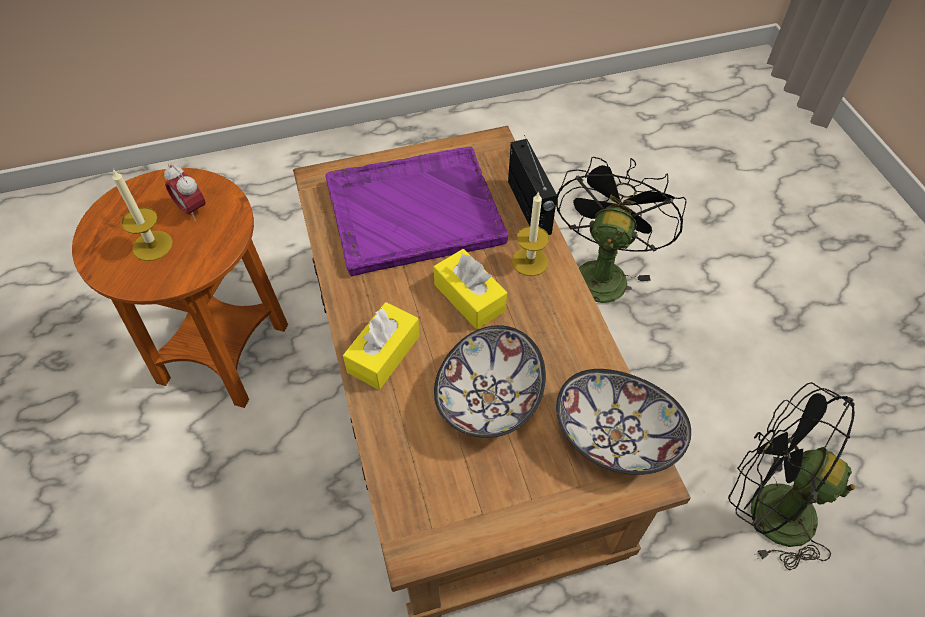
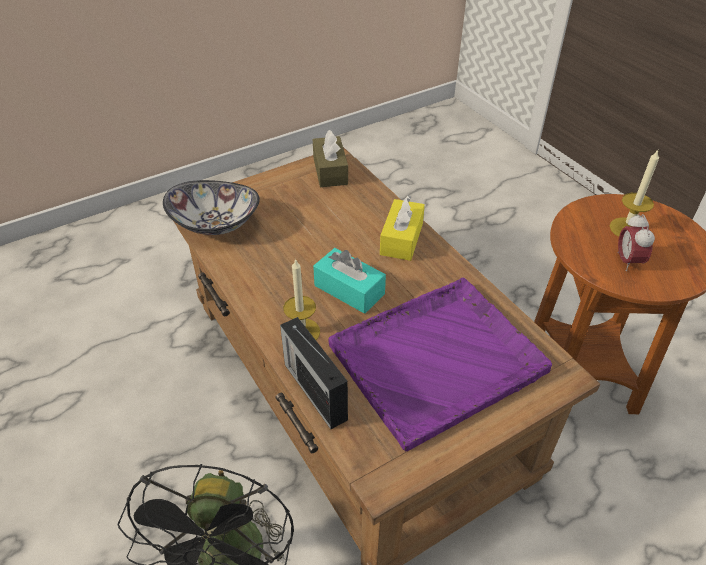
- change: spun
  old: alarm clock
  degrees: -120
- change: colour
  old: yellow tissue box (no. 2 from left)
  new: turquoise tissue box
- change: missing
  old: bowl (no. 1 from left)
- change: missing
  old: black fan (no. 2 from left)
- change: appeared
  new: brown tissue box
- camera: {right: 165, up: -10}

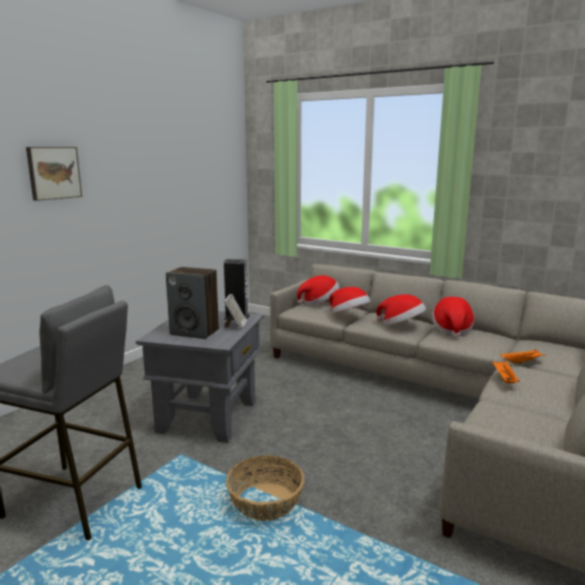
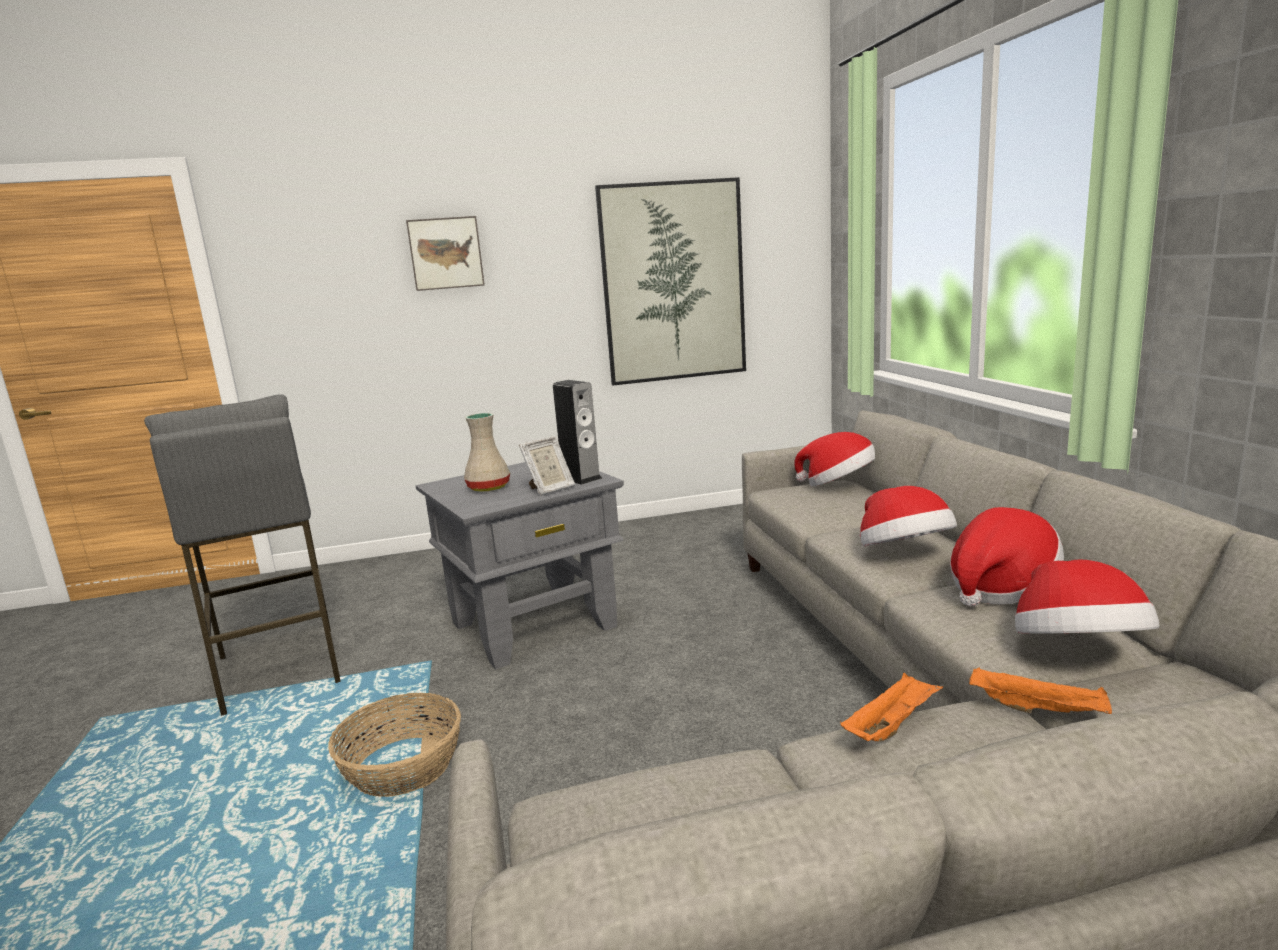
- change: exchanged
  old: speaker (no. 1 from left)
  new: beige vase
- change: relocated
  old: hat (no. 2 from left in the first image)
  new: hat (no. 4 from left)
- change: appeared
  new: picture (no. 2 from left)
- camera: {right: 45, up: 0}

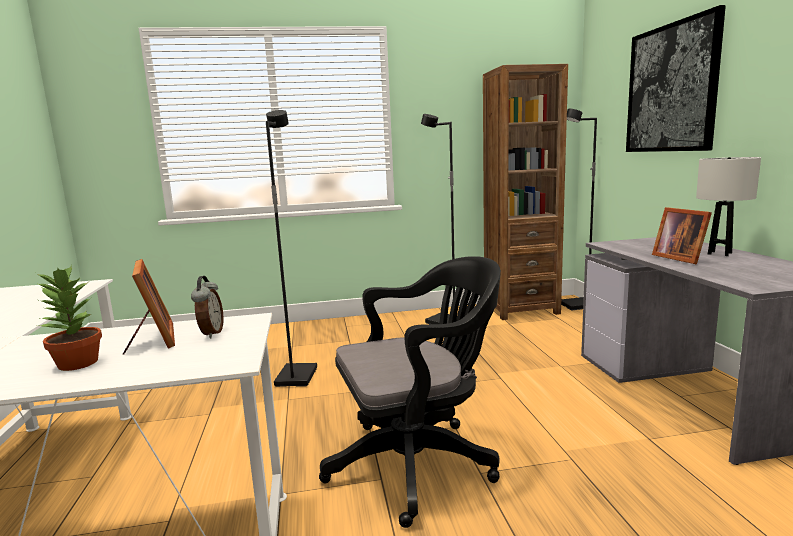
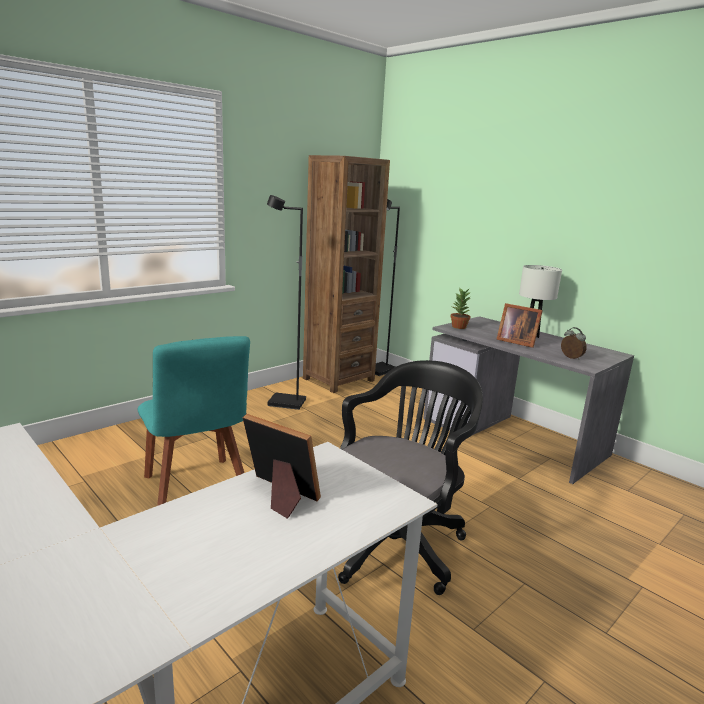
- change: relocated
  old: potted plant
- change: relocated
  old: alarm clock
- change: exchanged
  old: black floor lamp (no. 1 from left)
  new: turquoise chair
- change: missing
  old: picture
- camera: {right: -35, up: 5}

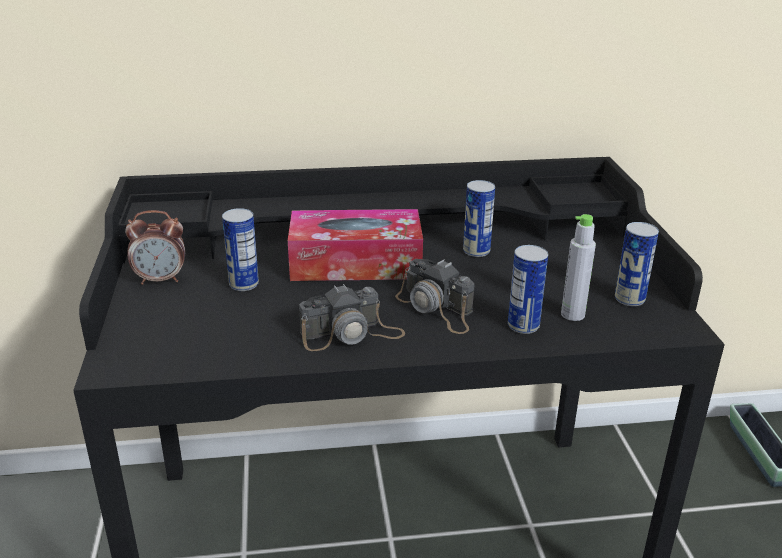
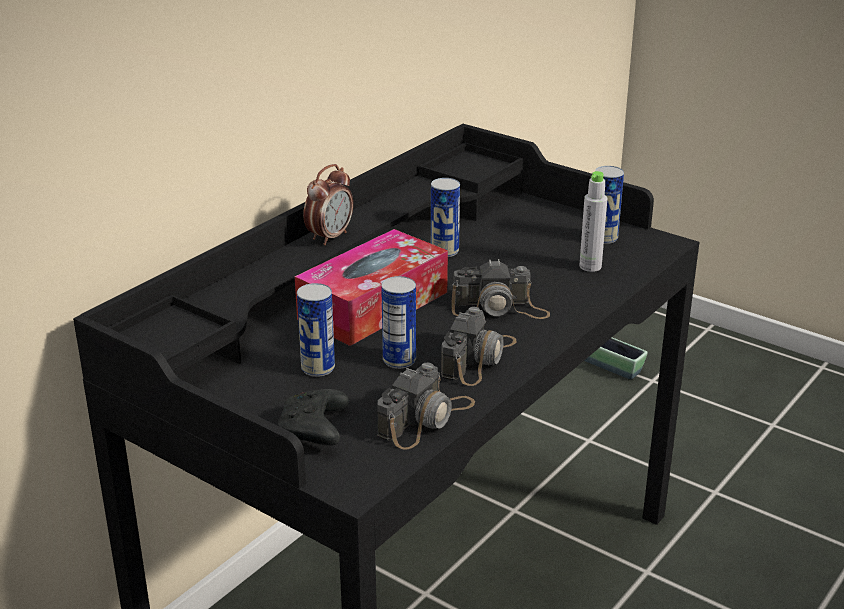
- change: relocated
  old: alarm clock
- change: relocated
  old: can (no. 3 from left in the first image)
  new: can (no. 2 from left)
- change: appeared
  new: black game controller
- change: appeared
  new: photo camera (no. 1 from left)
- camera: {right: -45, up: 0}

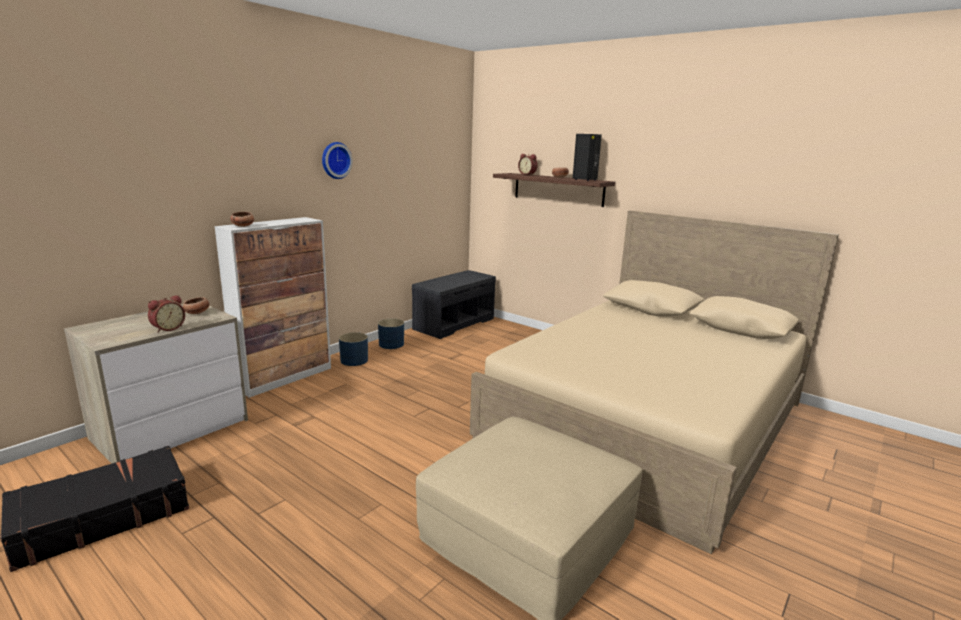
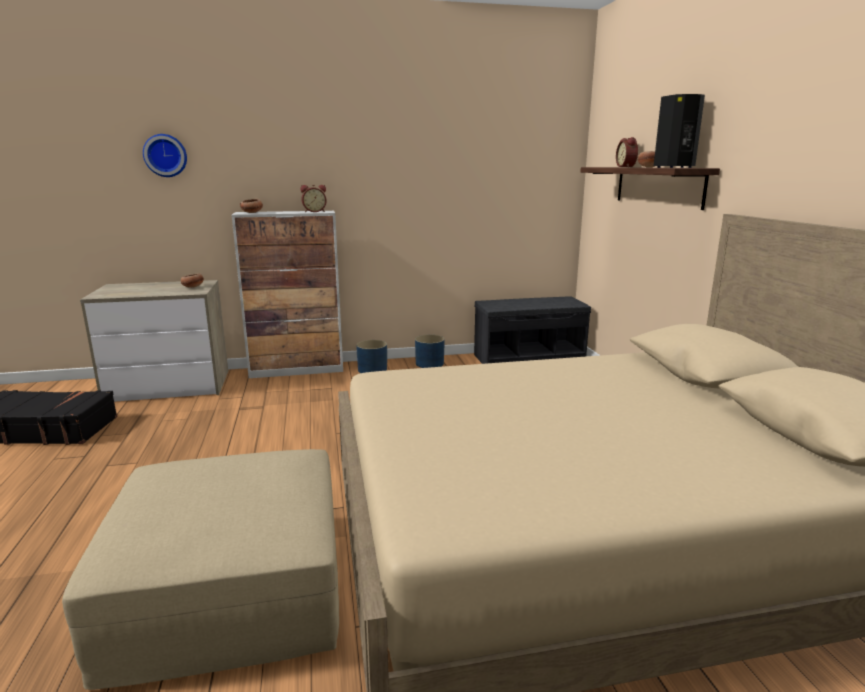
- change: relocated
  old: alarm clock (no. 1 from left)
- change: relocated
  old: wall clock
- camera: {right: 40, up: 0}

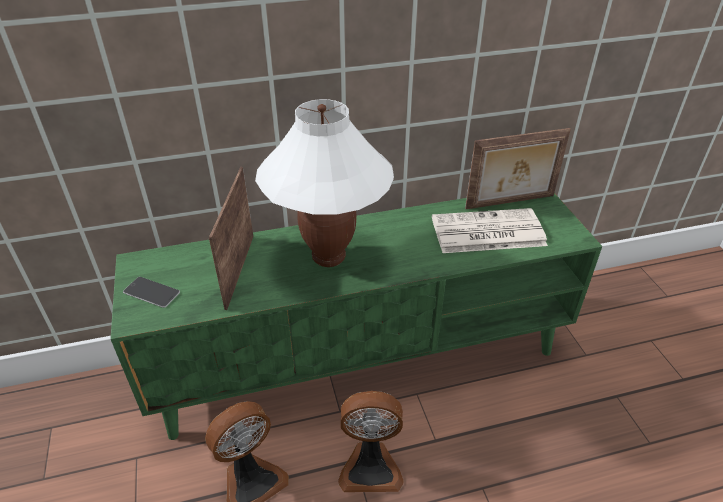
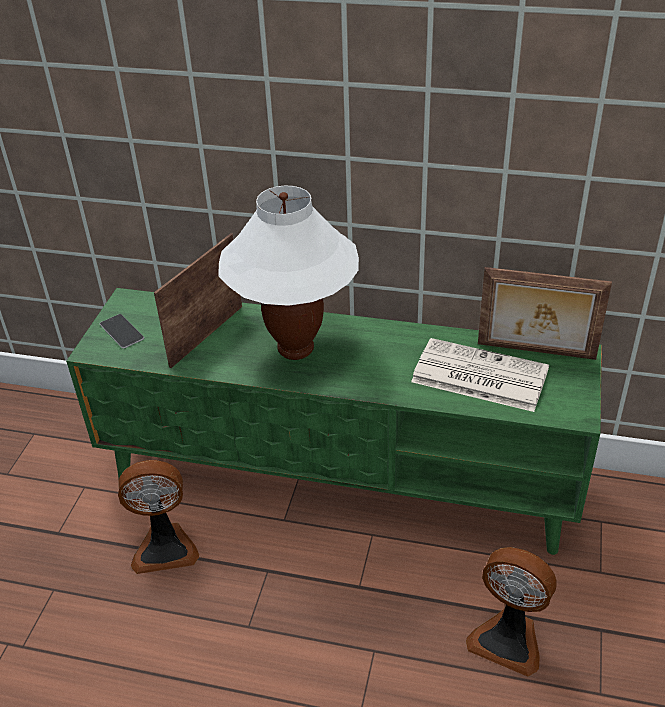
- change: relocated
  old: fan (no. 2 from left)
- camera: {right: 30, up: 0}

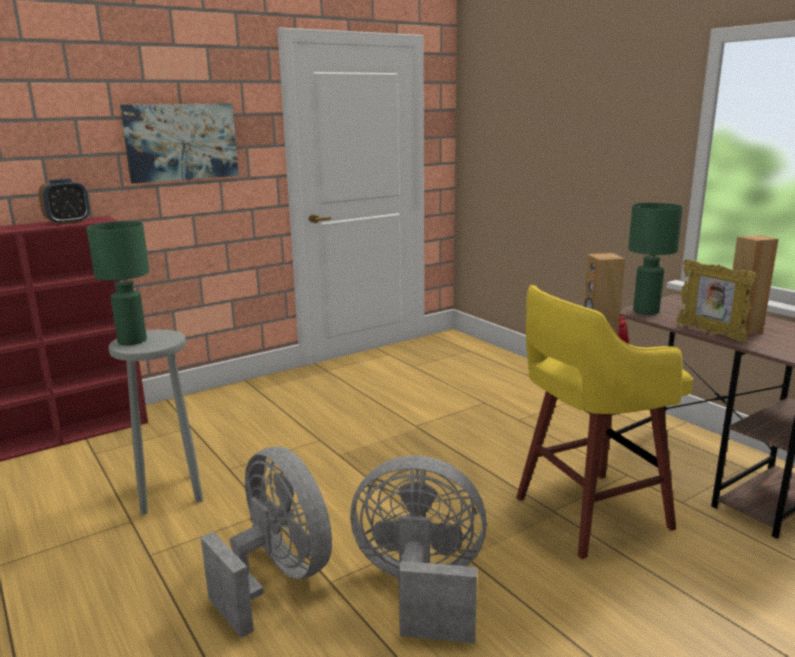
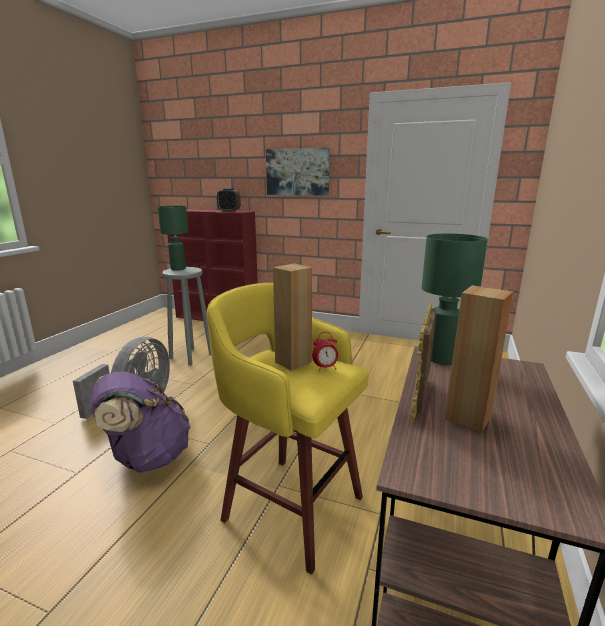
- change: exchanged
  old: grey fan (no. 2 from left)
  new: purple backpack
- camera: {right: 55, up: 0}

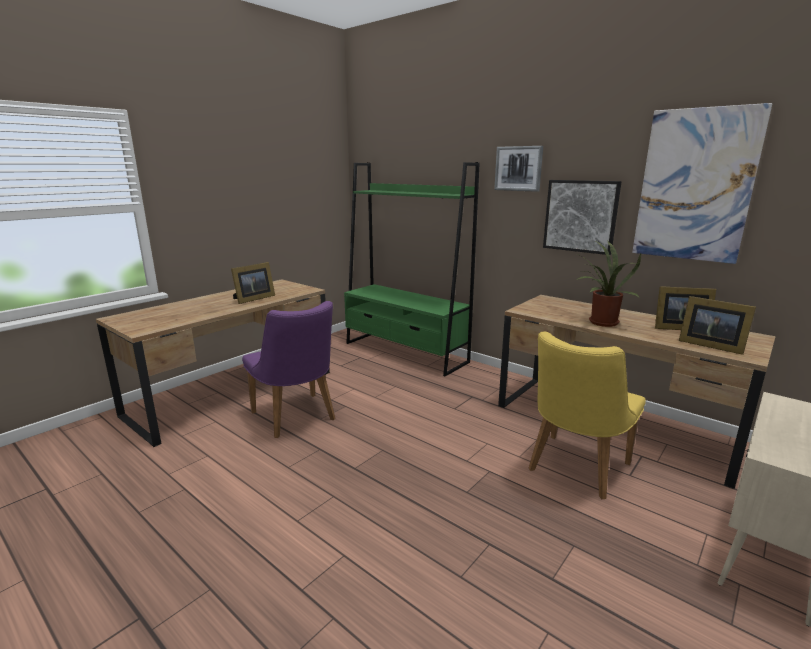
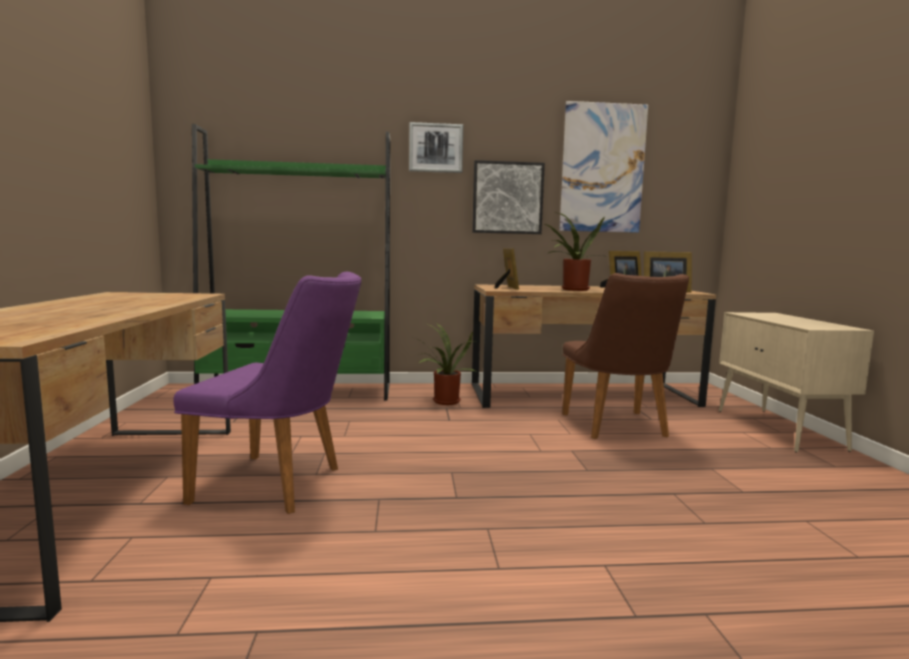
- change: relocated
  old: picture frame (no. 1 from left)
- change: colour
  old: yellow chair
  new: brown chair
- change: appeared
  new: potted plant (no. 1 from left)
- camera: {right: -45, up: -10}

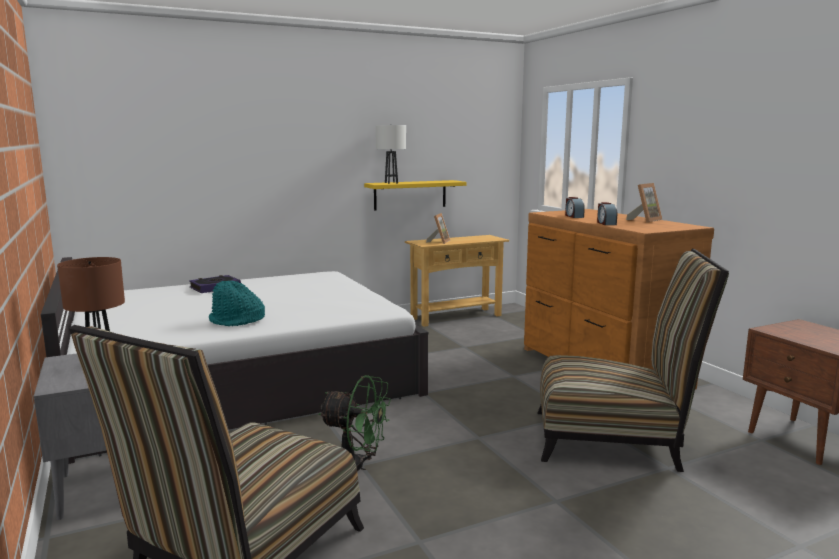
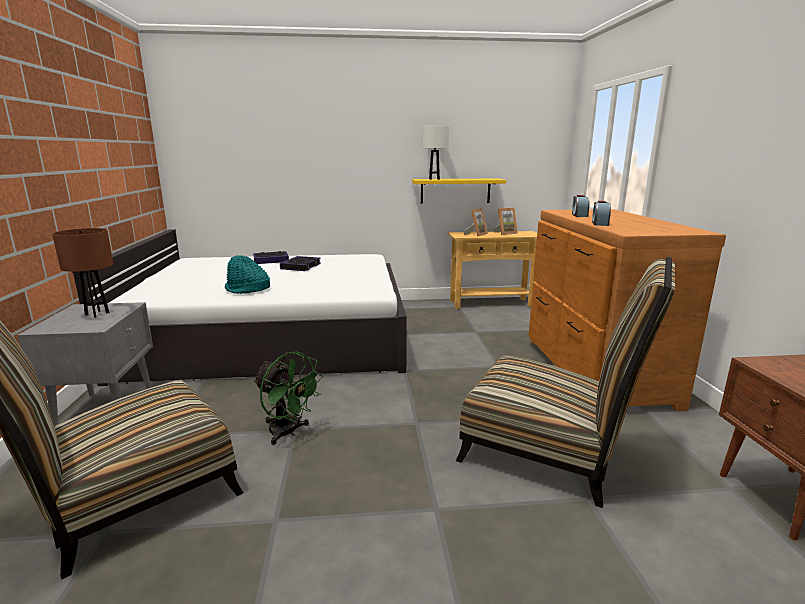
- change: relocated
  old: picture frame (no. 2 from left)
- change: appeared
  new: book (no. 2 from left)
- camera: {right: 20, up: 5}

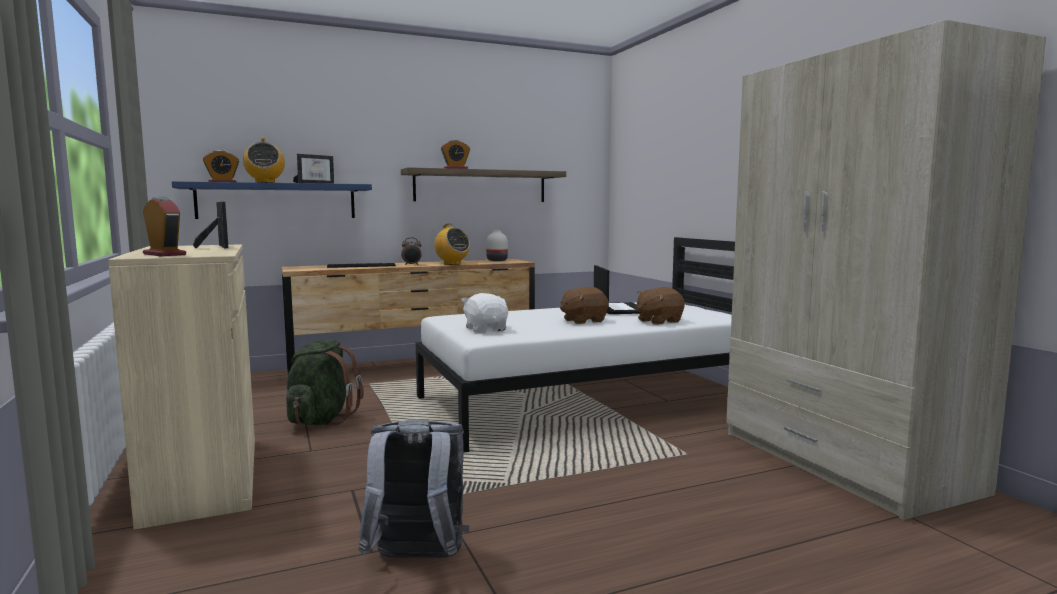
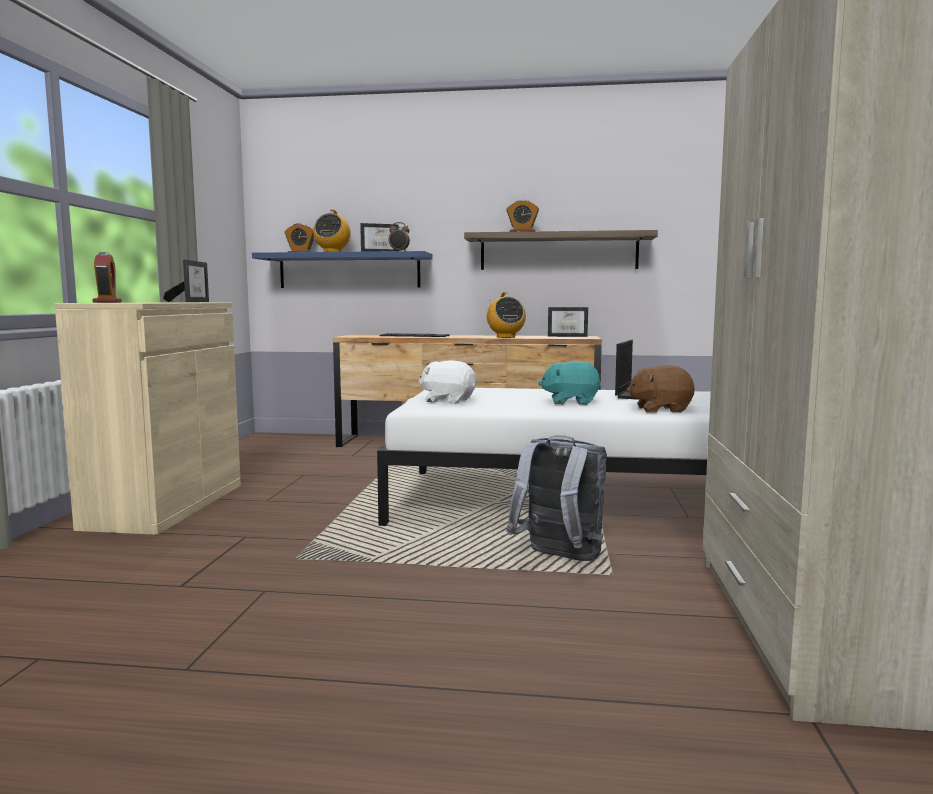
- change: missing
  old: green backpack
- change: relocated
  old: grey backpack
- change: relocated
  old: alarm clock (no. 3 from left)
- change: spun
  old: white plush toy
  degrees: -75
- change: exchanged
  old: white vase
  new: picture frame (no. 3 from left)
- change: colour
  old: brown plush toy (no. 1 from left)
  new: turquoise plush toy
- camera: {right: 30, up: 0}

